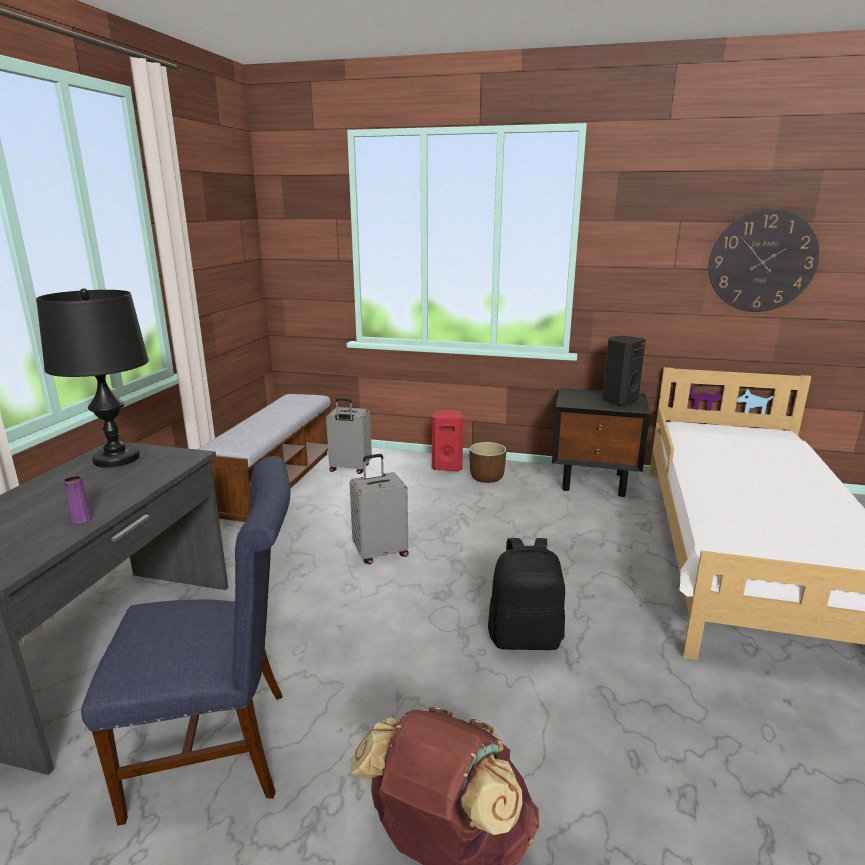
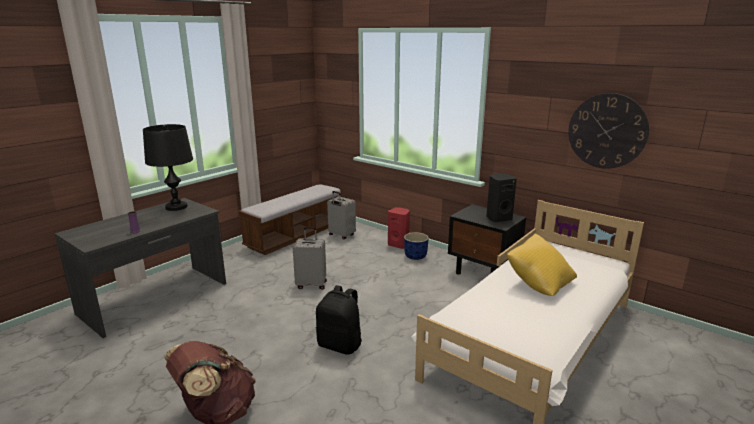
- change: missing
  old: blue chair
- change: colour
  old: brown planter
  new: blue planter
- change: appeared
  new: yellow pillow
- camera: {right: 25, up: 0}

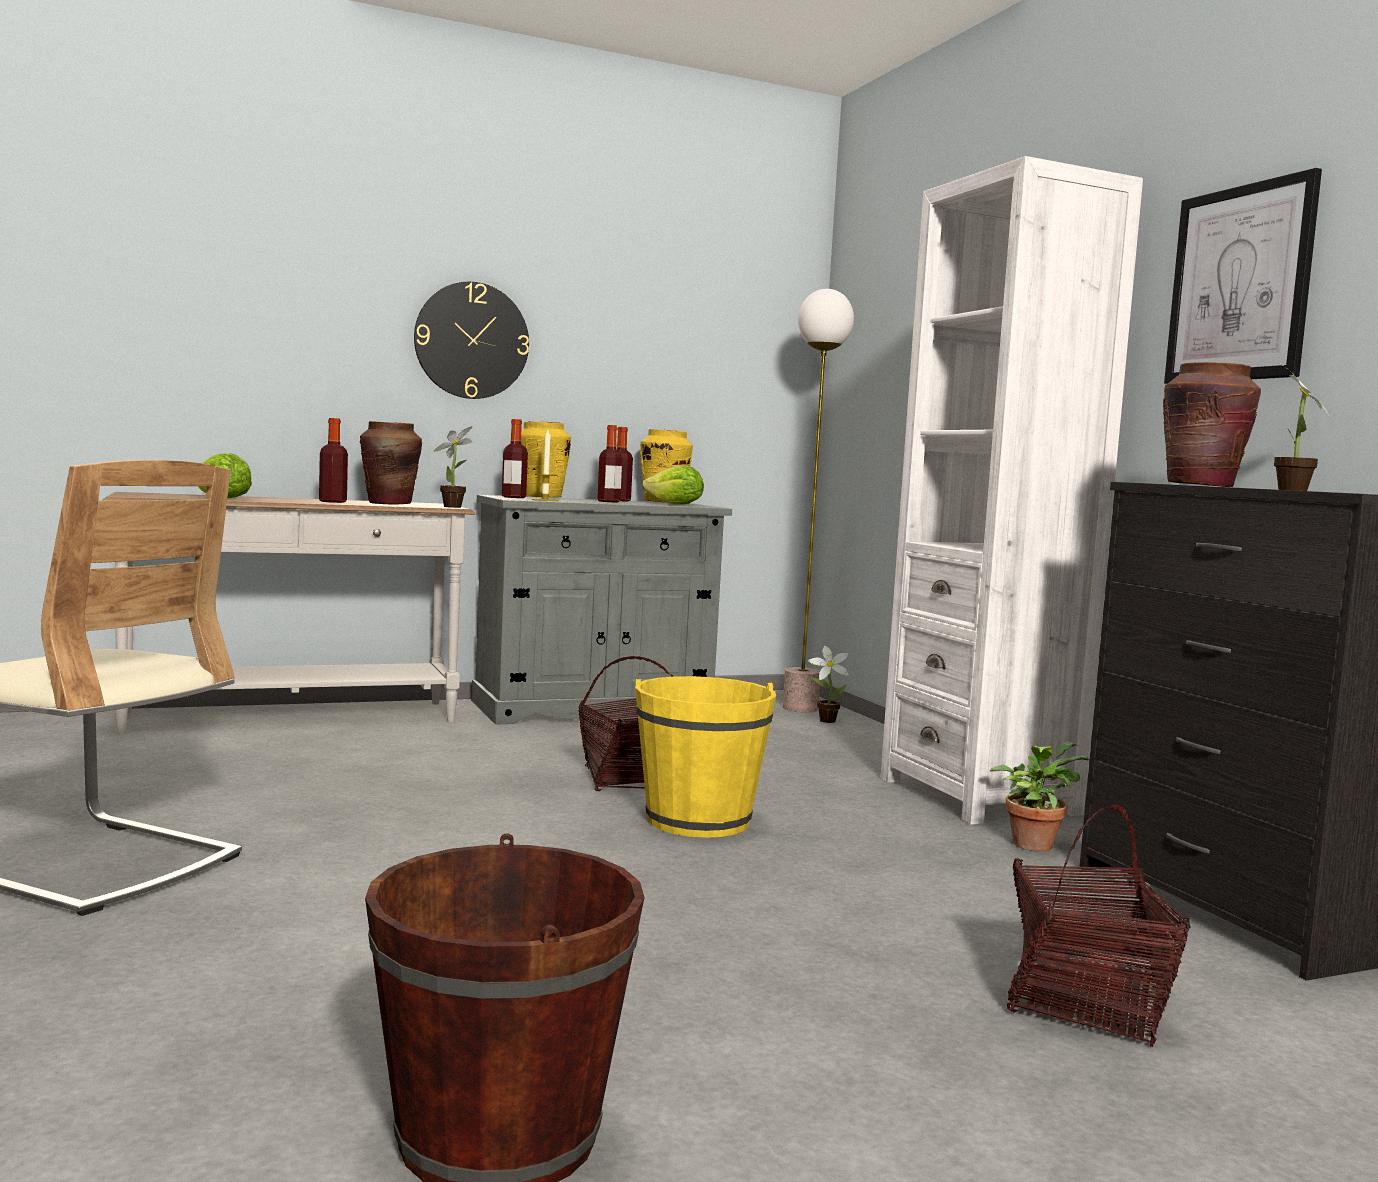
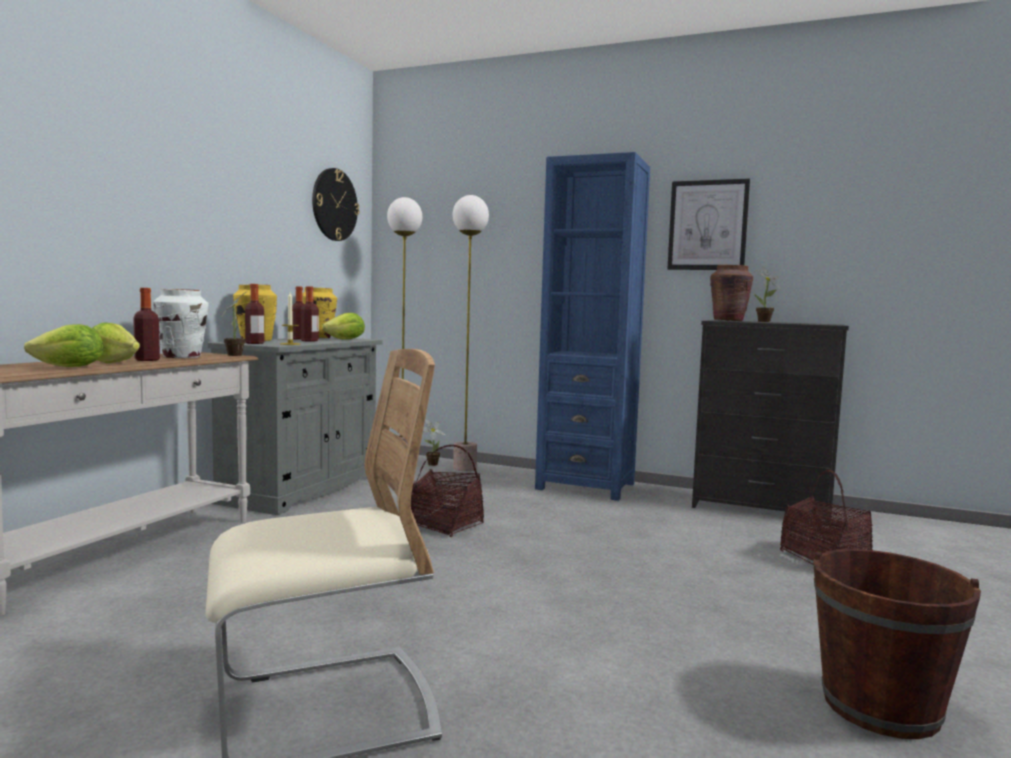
- change: colour
  old: brown vase (no. 1 from left)
  new: white vase
- change: relocated
  old: wall clock
- change: missing
  old: yellow bucket
- change: colour
  old: white bookcase
  new: blue bookcase
- change: missing
  old: potted plant (no. 3 from left)
- change: appeared
  new: lettuce (no. 2 from left)
- change: appeared
  new: floor lamp (no. 2 from left)
- camera: {right: -45, up: 0}

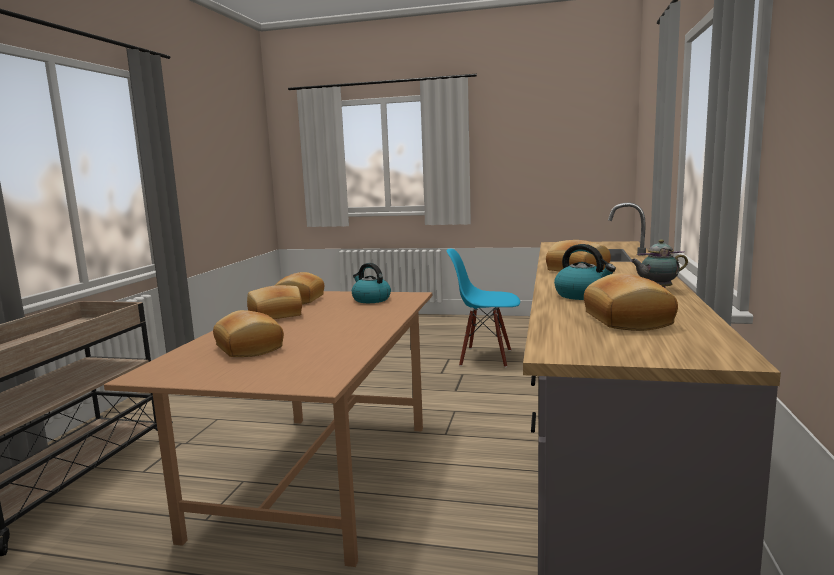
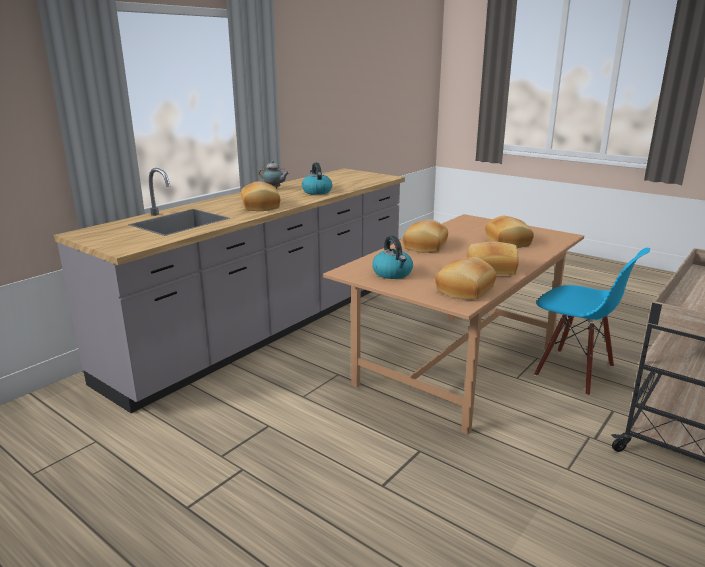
- change: relocated
  old: blue chair
- change: relocated
  old: bread (no. 5 from left in the first image)
  new: bread (no. 2 from left)
- camera: {right: -155, up: 10}

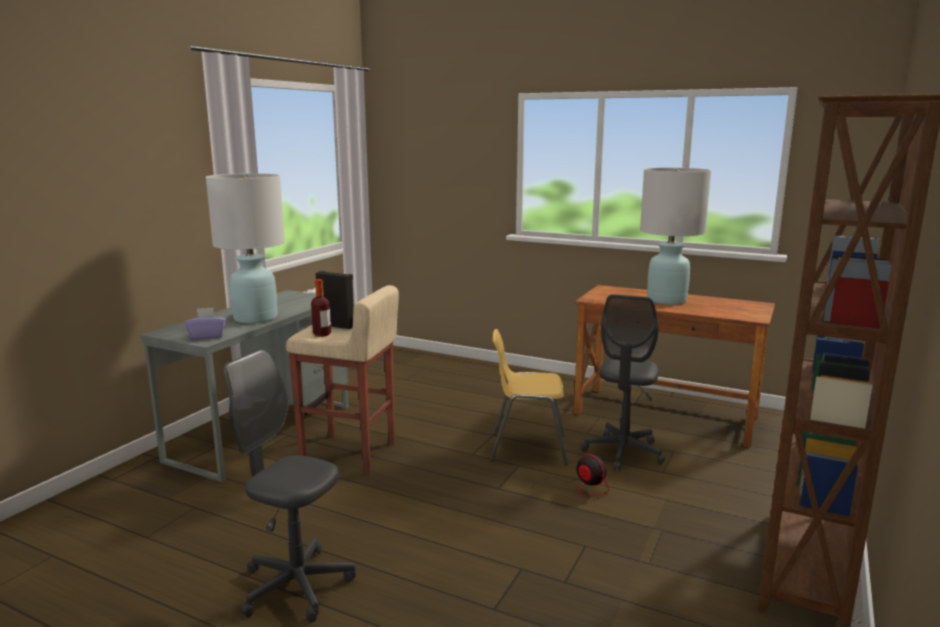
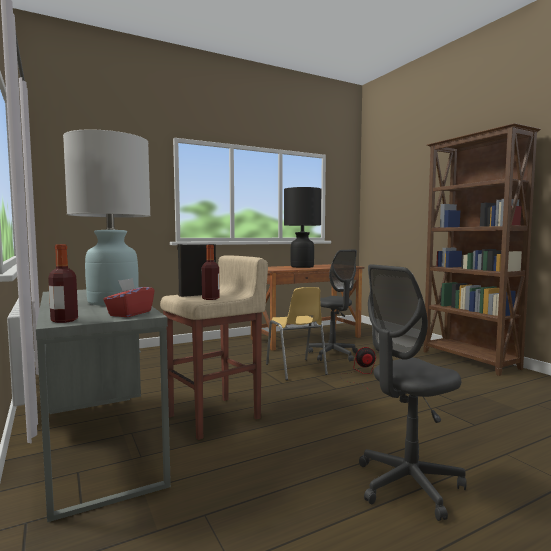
- change: colour
  old: purple tissue box
  new: red tissue box
- change: spun
  old: yellow chair
  degrees: -60
- change: colour
  old: white table lamp (no. 2 from left)
  new: black table lamp
- change: appeared
  new: bottle (no. 1 from left)
- camera: {right: -55, up: -10}

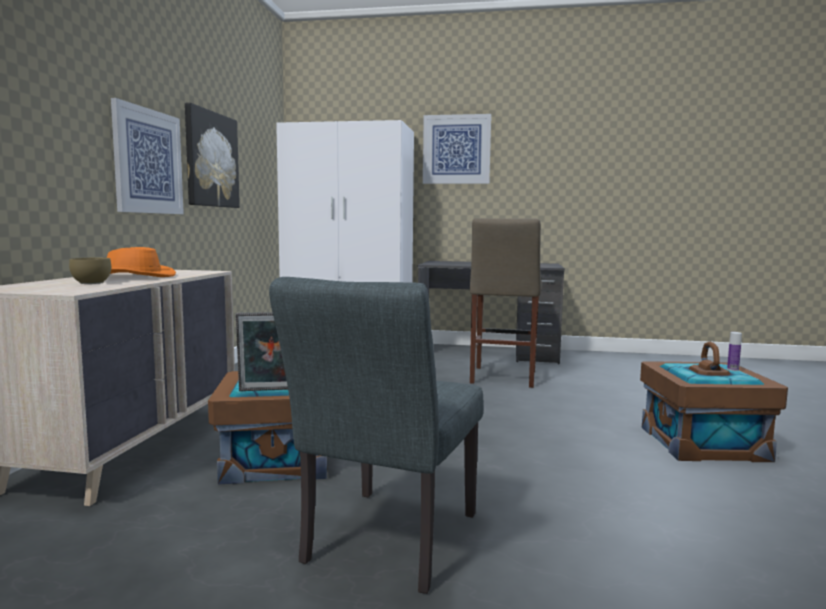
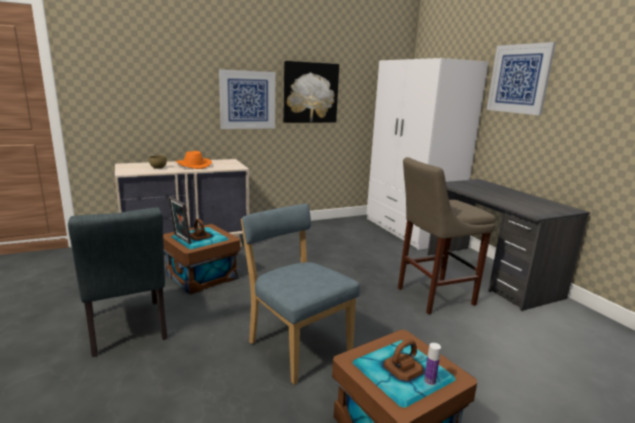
- change: spun
  old: grey chair
  degrees: -105
- change: appeared
  new: blue chair
- camera: {right: 55, up: 10}

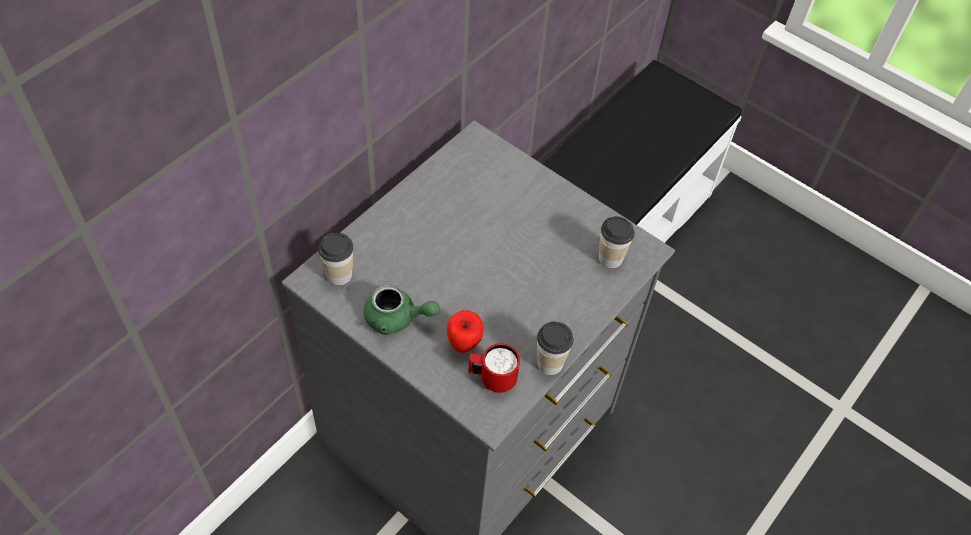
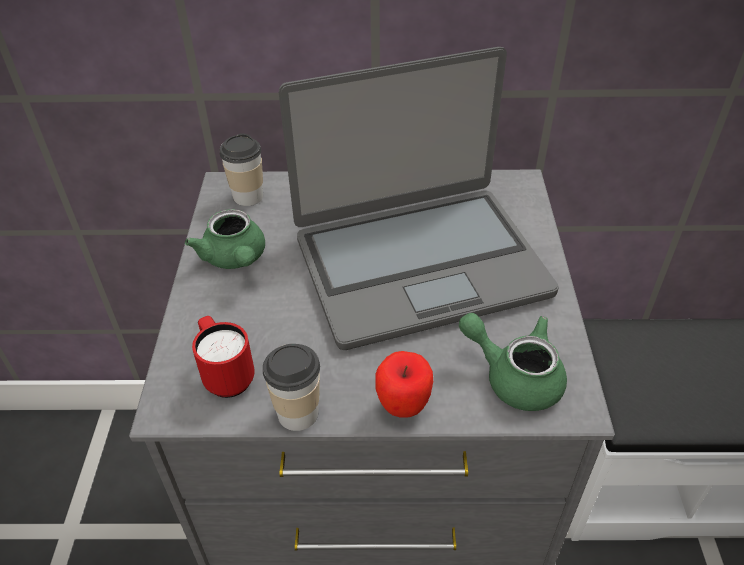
- change: relocated
  old: apple
- change: exchanged
  old: cup (no. 3 from left)
  new: green teapot (no. 2 from left)
- change: appeared
  new: laptop
- camera: {right: 55, up: -10}

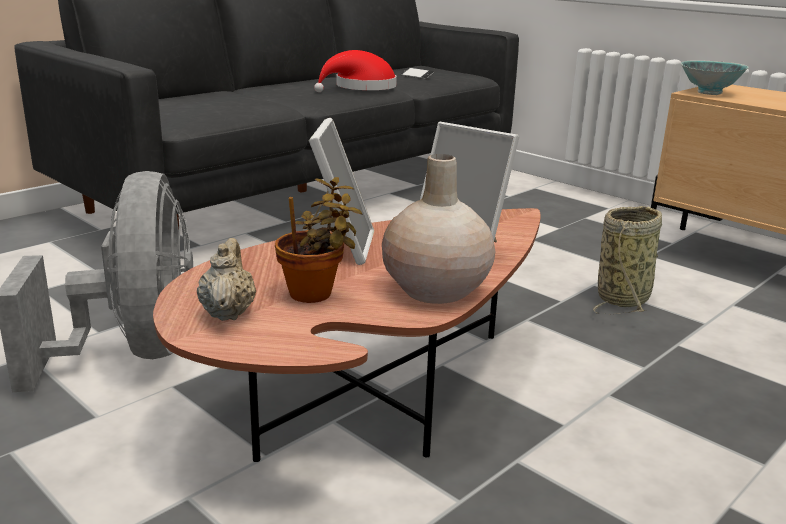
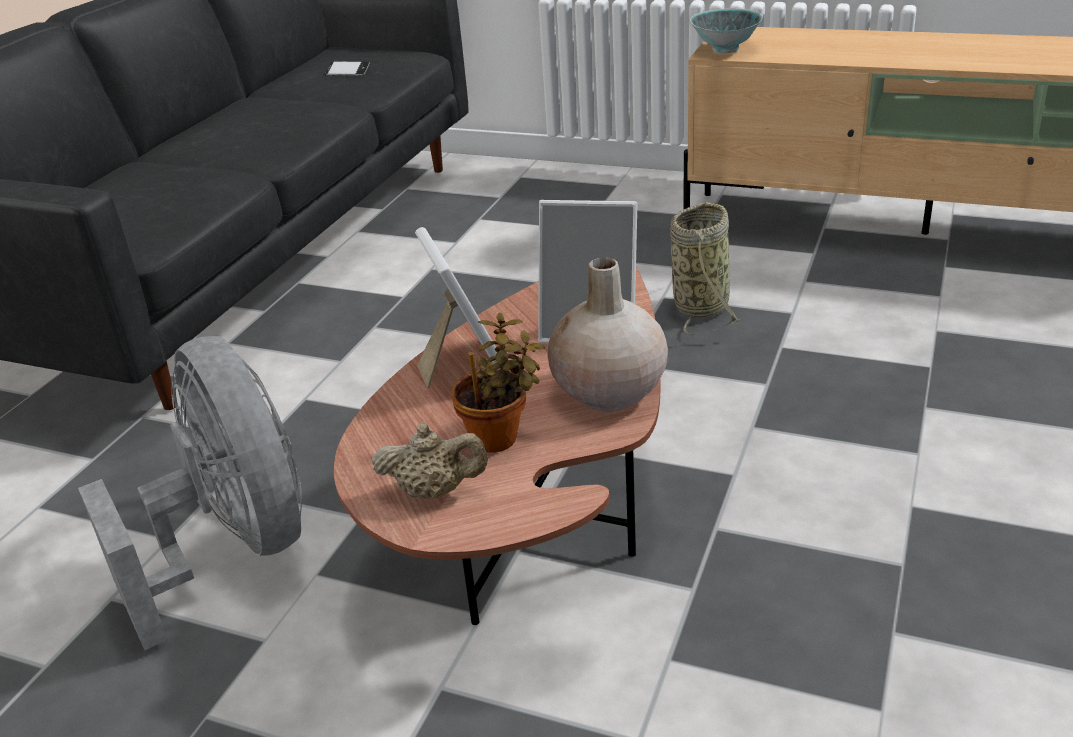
- change: spun
  old: beige teapot
  degrees: 120
- change: missing
  old: red hat
- camera: {right: -20, up: 10}

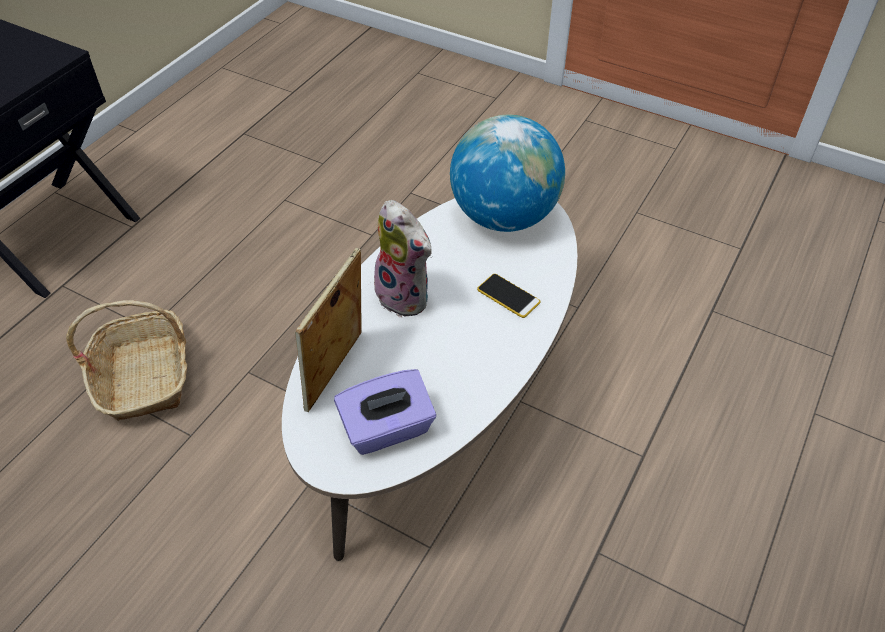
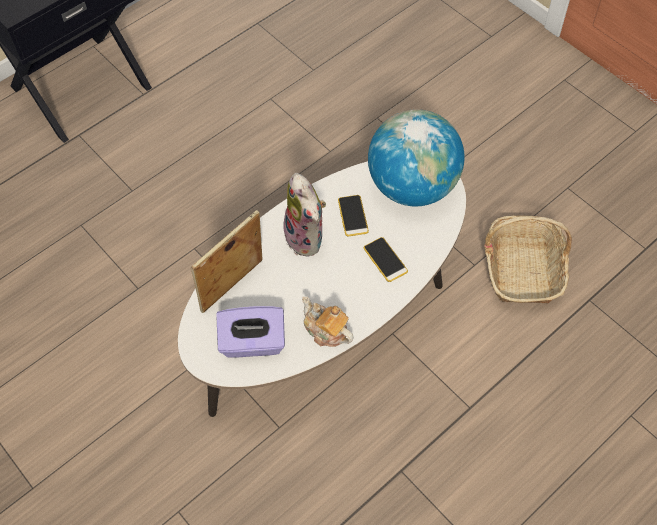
- change: relocated
  old: basket
- change: appeared
  new: teapot
- change: appeared
  new: phone (no. 1 from left)
- camera: {right: 20, up: 10}

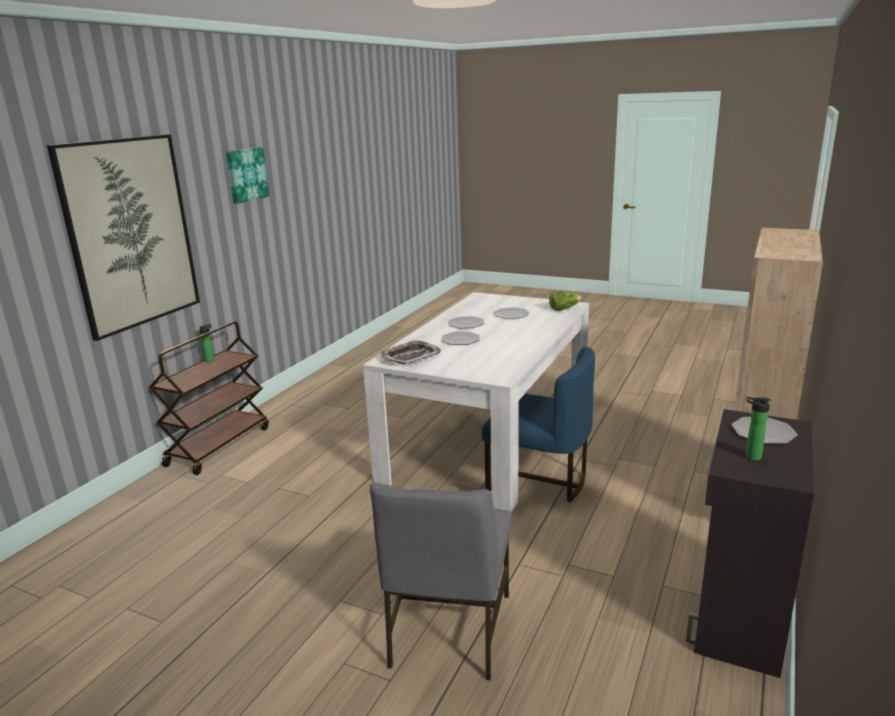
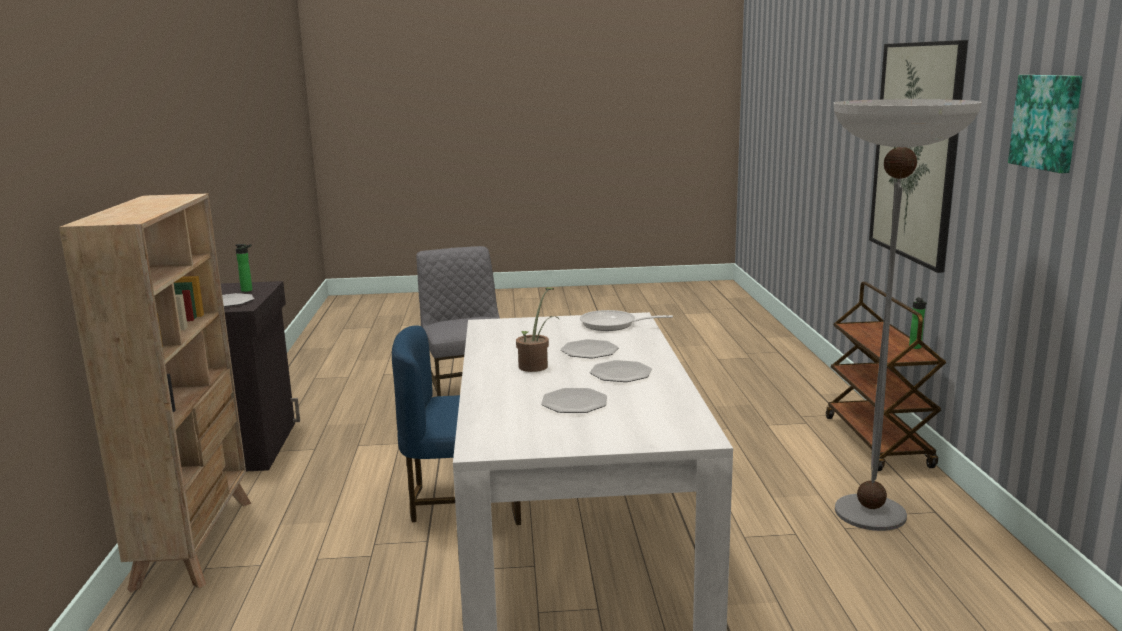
- change: exchanged
  old: tray
  new: frying pan
- change: missing
  old: lettuce
- change: appeared
  new: potted plant
- change: appeared
  new: floor lamp
- camera: {right: 150, up: -5}

